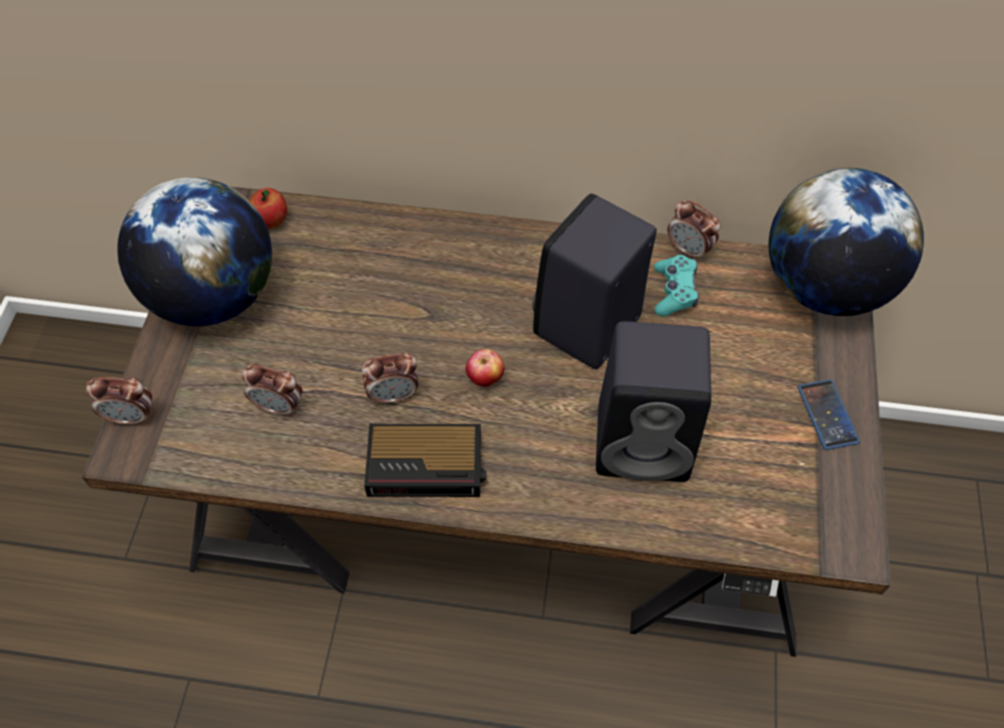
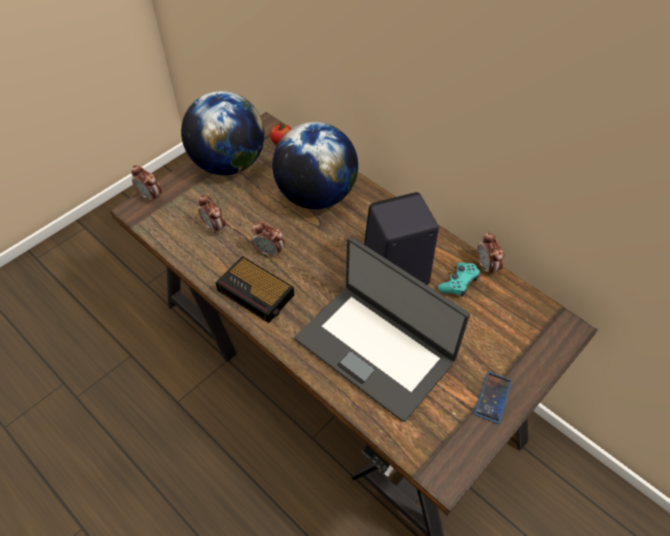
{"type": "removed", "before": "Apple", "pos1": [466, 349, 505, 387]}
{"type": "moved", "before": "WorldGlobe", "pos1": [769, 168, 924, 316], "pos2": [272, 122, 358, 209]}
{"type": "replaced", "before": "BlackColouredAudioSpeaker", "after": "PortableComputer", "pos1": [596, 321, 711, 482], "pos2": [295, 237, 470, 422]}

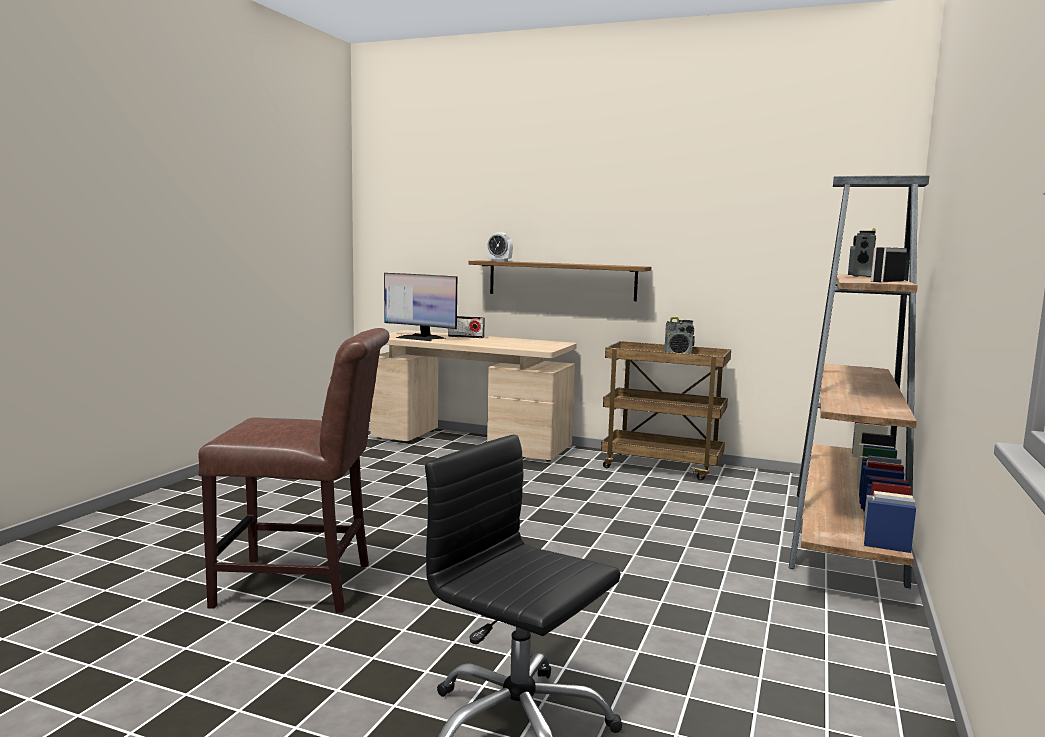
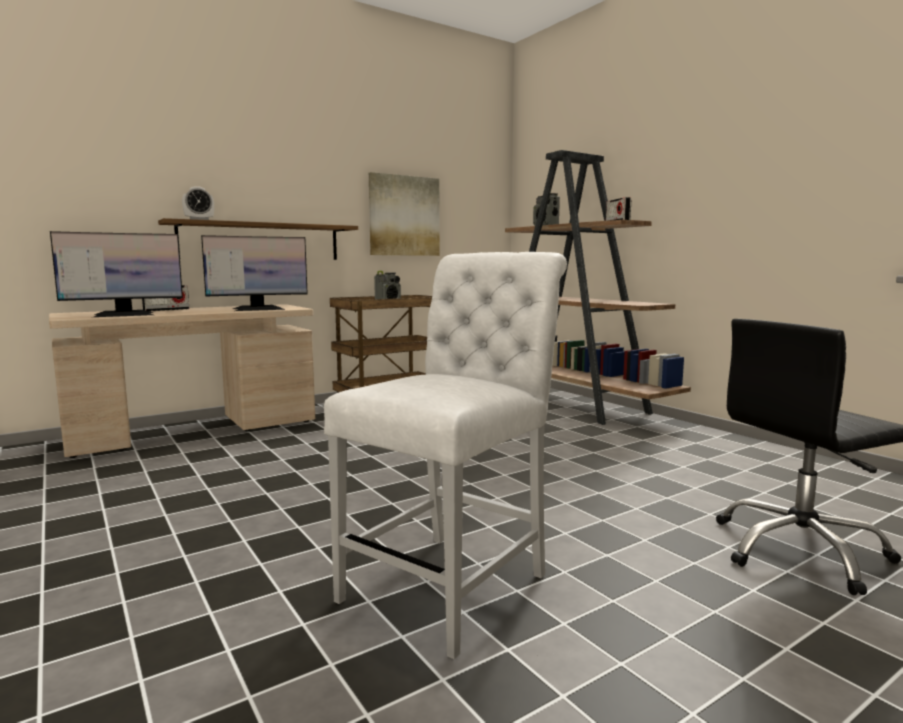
{"type": "added", "after": "ComputerScreen", "pos2": [201, 235, 308, 311]}
{"type": "added", "after": "Picture", "pos2": [369, 172, 440, 256]}
{"type": "recoloured", "before": "BrownishPlainChair", "after": "WhitePlainChair", "pos1": [198, 328, 390, 613], "pos2": [324, 252, 567, 659]}

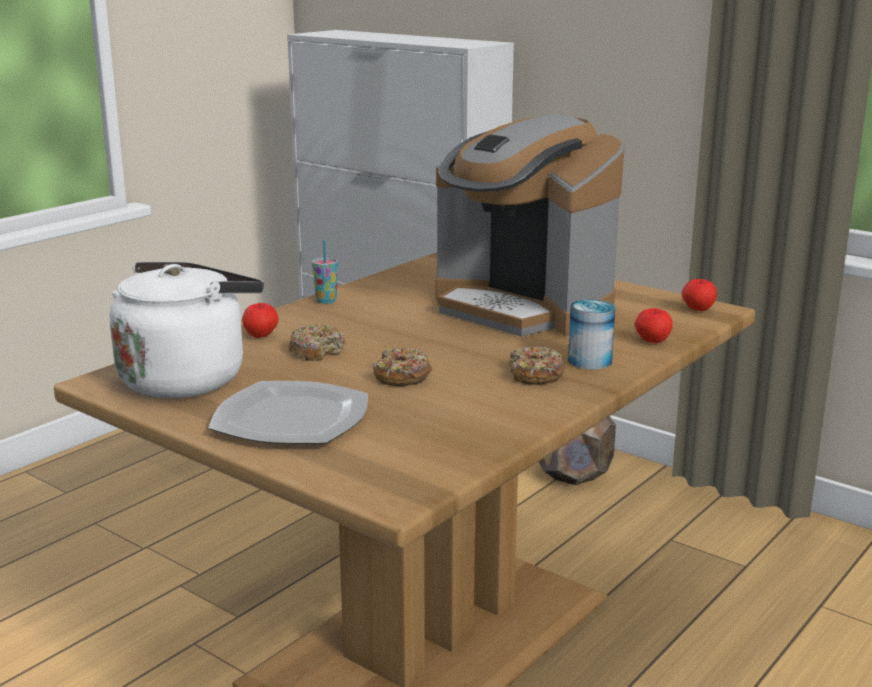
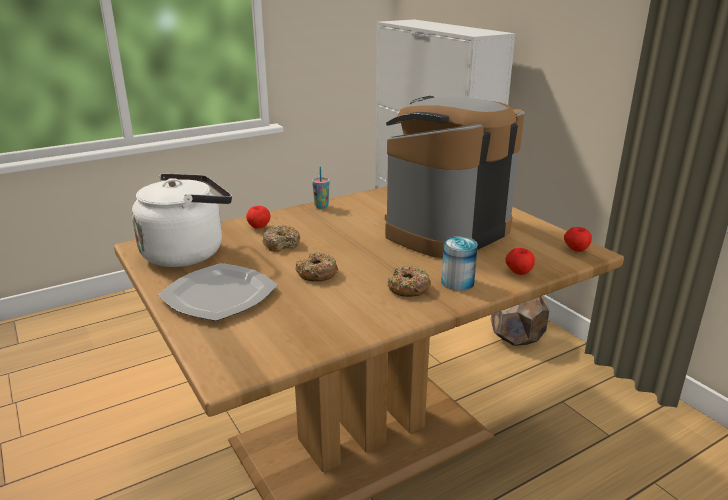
{"type": "turned", "before": "CoffeeBrewer", "pos1": [436, 114, 625, 337], "pos2": [385, 96, 524, 258], "turn": 75}

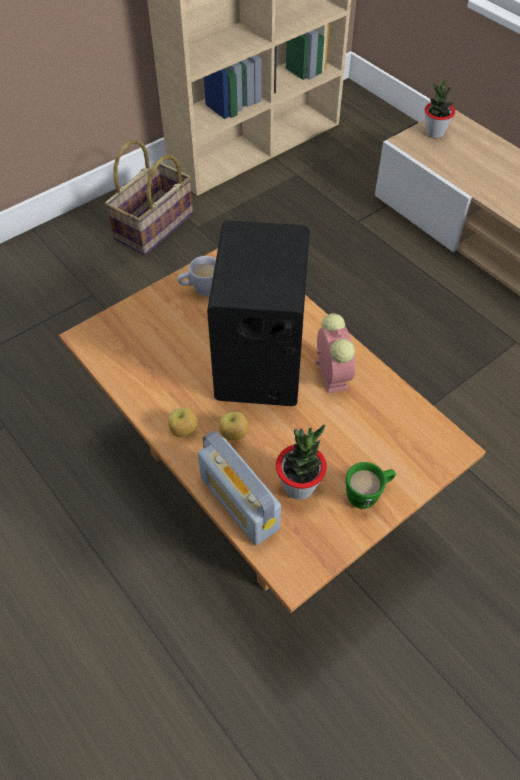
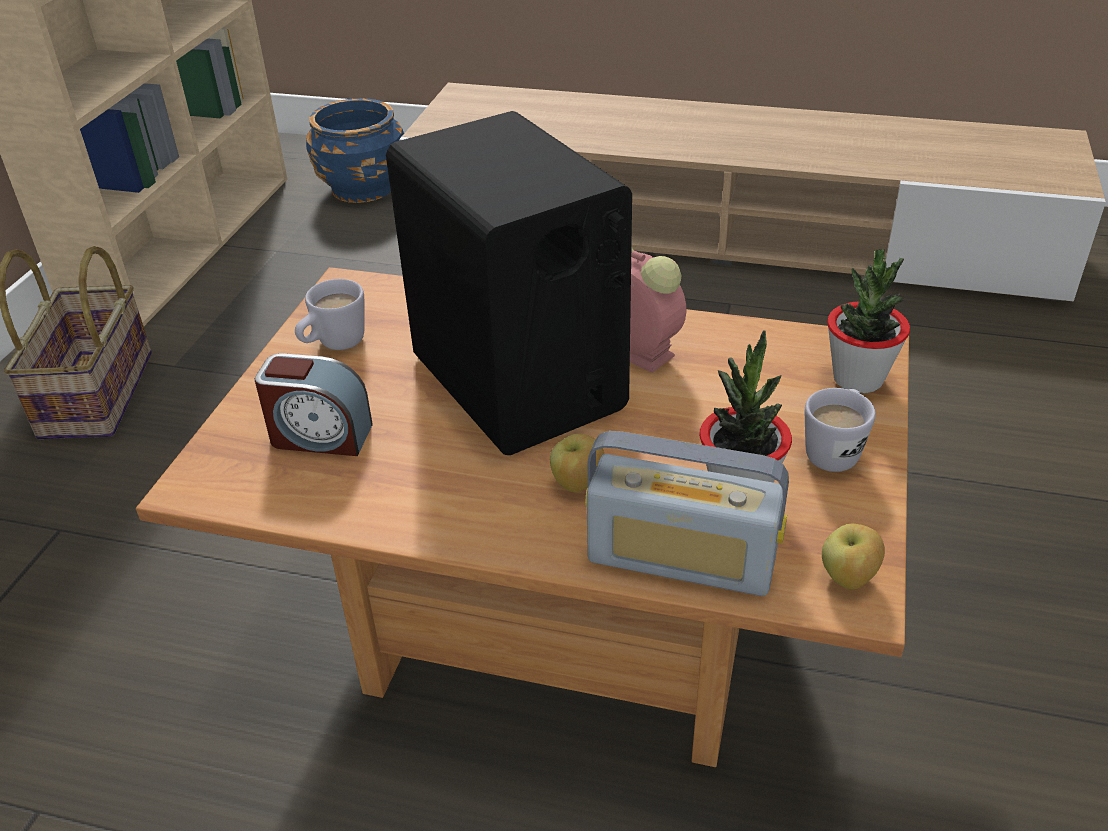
{"type": "added", "after": "BedsideClock", "pos2": [255, 353, 373, 456]}
{"type": "added", "after": "BlueColouredFlowerPot", "pos2": [306, 98, 404, 203]}
{"type": "moved", "before": "Apple", "pos1": [168, 408, 198, 437], "pos2": [822, 524, 885, 589]}
{"type": "moved", "before": "PlantInAPot", "pos1": [425, 80, 455, 138], "pos2": [827, 249, 910, 393]}
{"type": "recoloured", "before": "GreenTeaMug", "after": "WhiteTeaMug", "pos1": [346, 462, 396, 509], "pos2": [805, 388, 876, 472]}

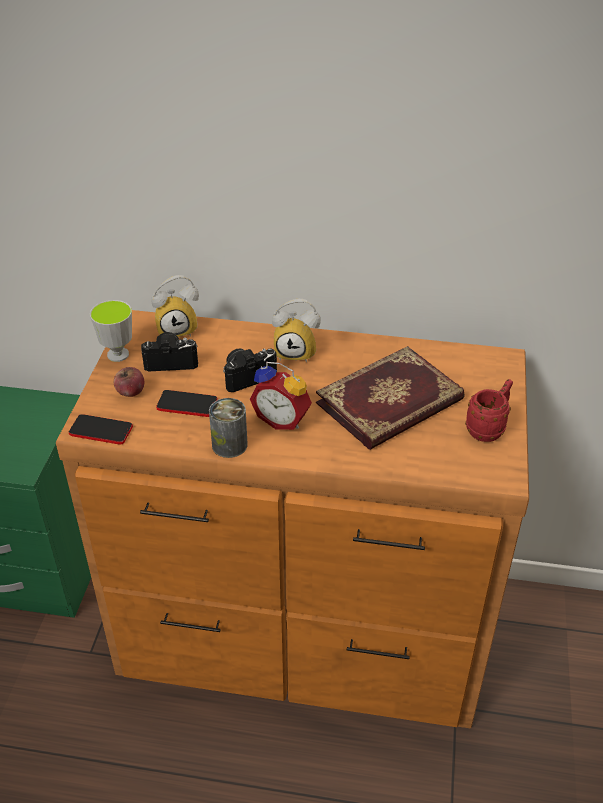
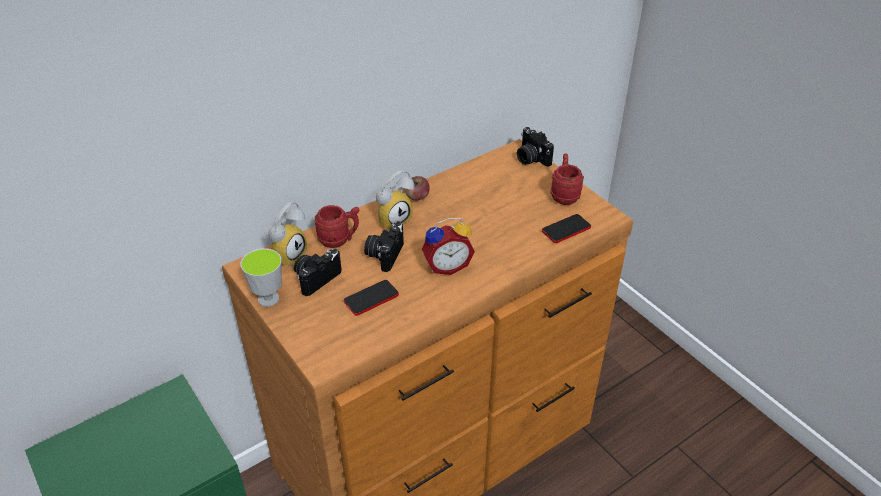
{"type": "removed", "before": "MetalCan", "pos1": [209, 398, 248, 458]}
{"type": "removed", "before": "Book", "pos1": [316, 346, 465, 450]}
{"type": "added", "after": "RedTeaMug", "pos2": [315, 205, 359, 248]}
{"type": "added", "after": "StillCamera", "pos2": [517, 127, 554, 167]}
{"type": "moved", "before": "Phone", "pos1": [69, 414, 133, 444], "pos2": [542, 214, 591, 243]}
{"type": "moved", "before": "Apple", "pos1": [114, 367, 144, 397], "pos2": [405, 176, 430, 201]}

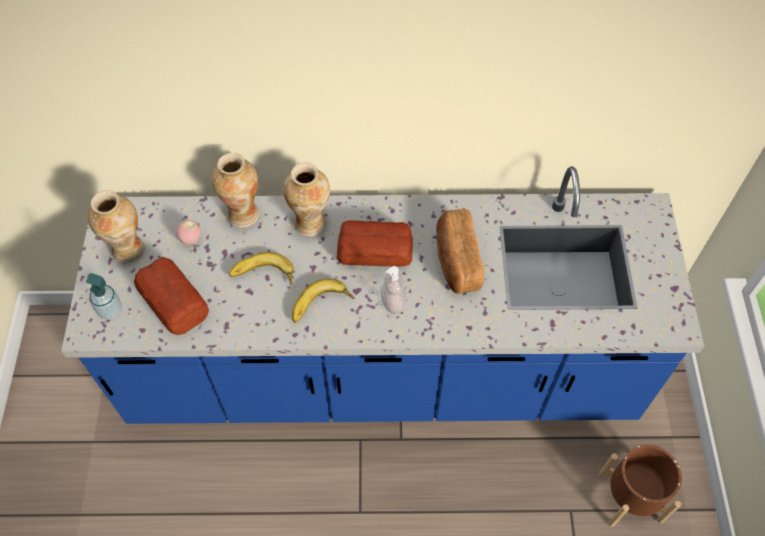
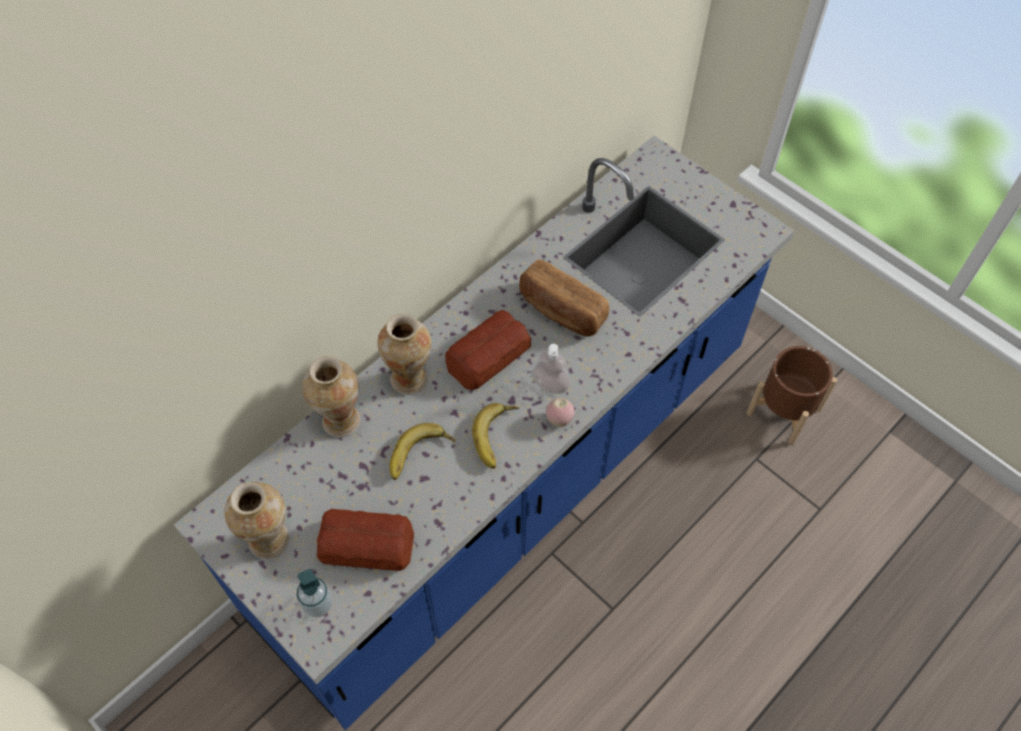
{"type": "moved", "before": "Apple", "pos1": [176, 220, 201, 245], "pos2": [546, 398, 575, 427]}

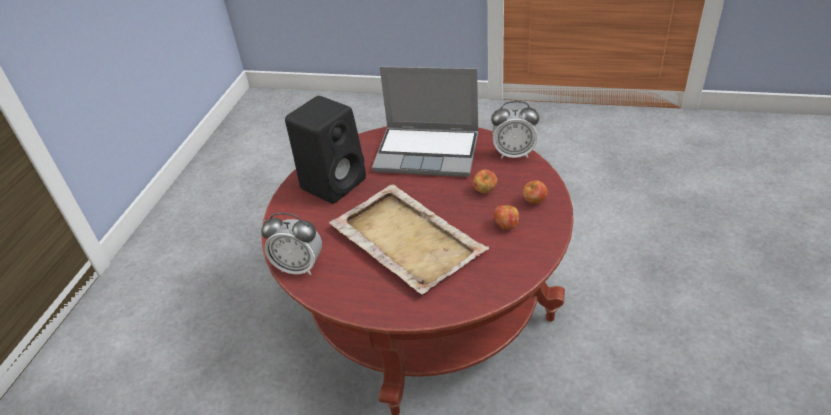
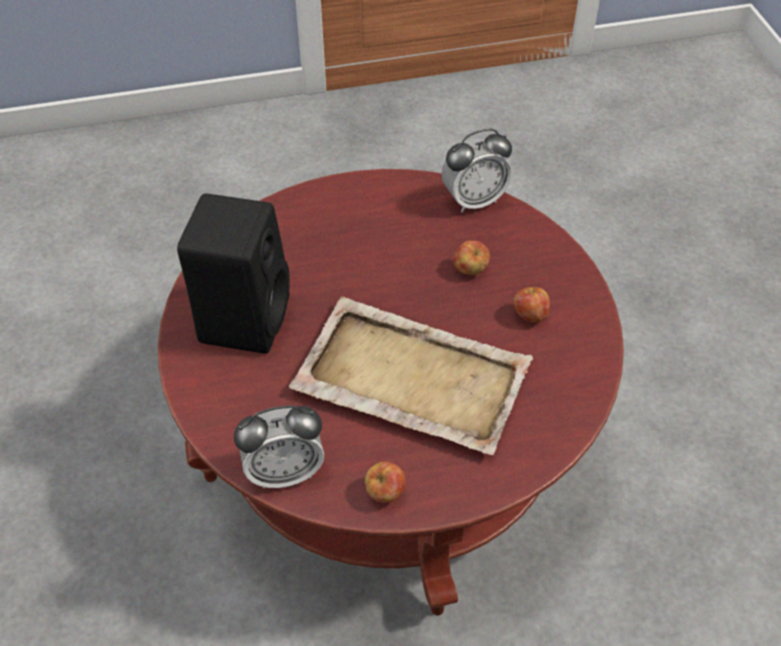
{"type": "removed", "before": "PortableComputer", "pos1": [372, 66, 479, 177]}
{"type": "moved", "before": "Apple", "pos1": [523, 180, 548, 204], "pos2": [365, 461, 405, 503]}

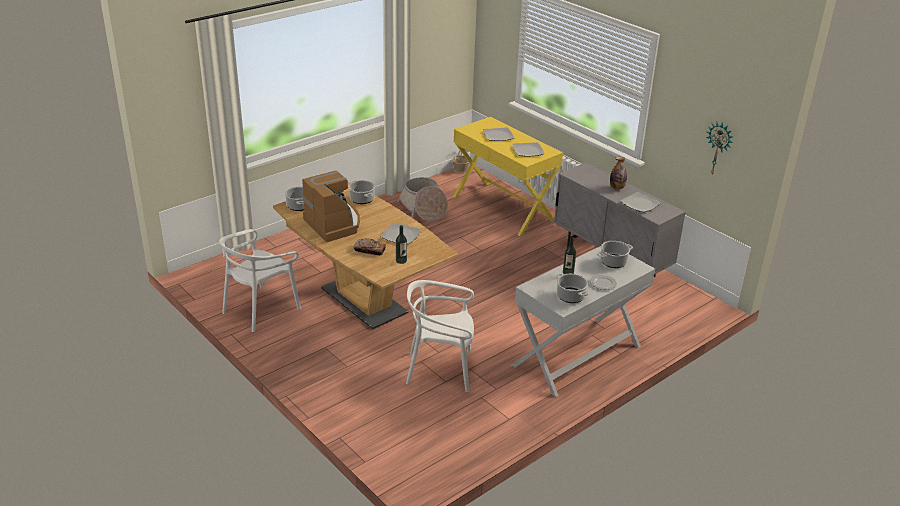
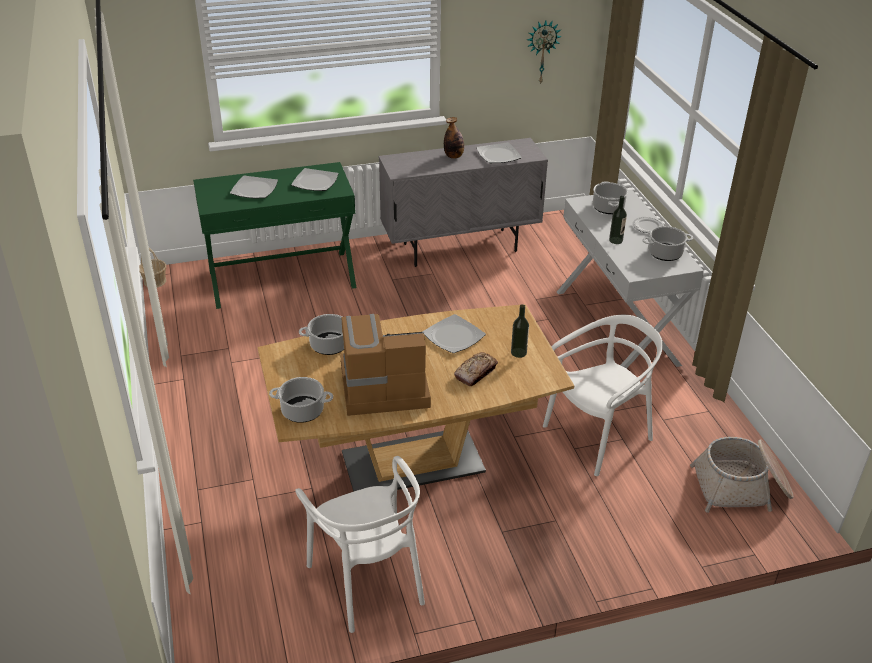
{"type": "moved", "before": "HouseholdBasket", "pos1": [397, 177, 448, 222], "pos2": [690, 437, 793, 513]}
{"type": "recoloured", "before": "YellowishNarrowTable", "after": "GreenNarrowTable", "pos1": [453, 117, 563, 236], "pos2": [193, 162, 356, 309]}
{"type": "turned", "before": "WhitePlainChair", "pos1": [406, 280, 474, 392], "pos2": [543, 315, 663, 476], "turn": -150}

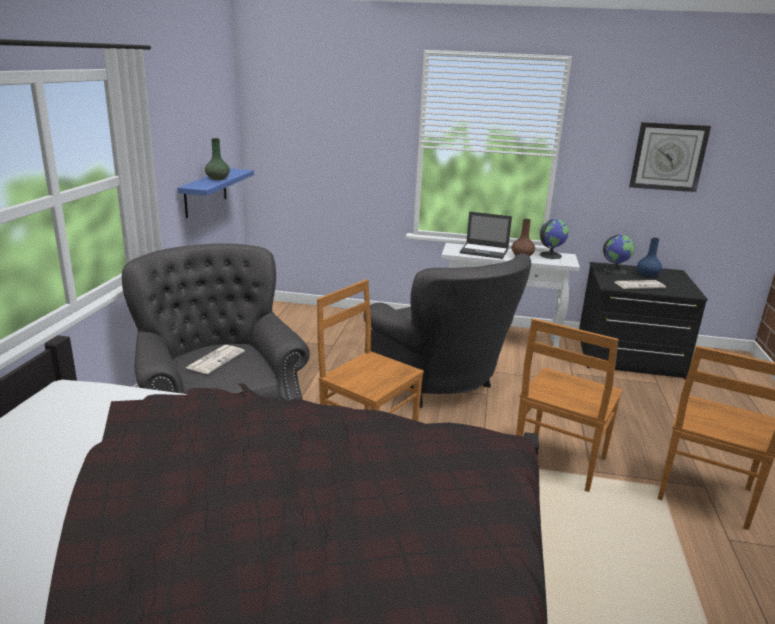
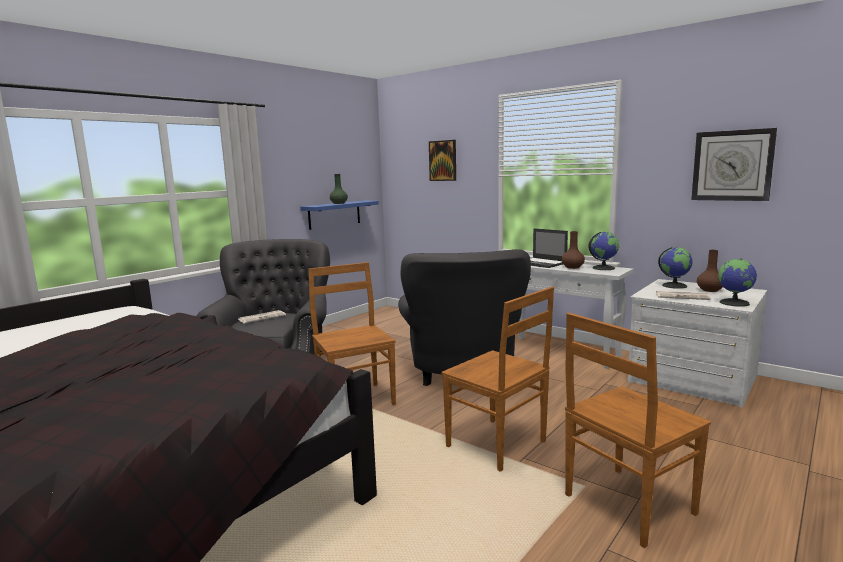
{"type": "added", "after": "Picture", "pos2": [429, 140, 456, 181]}
{"type": "added", "after": "WorldGlobe", "pos2": [718, 258, 757, 307]}
{"type": "recoloured", "before": "BlackColouredDrawerChest", "after": "WhiteDrawerChest", "pos1": [579, 262, 708, 379], "pos2": [628, 279, 767, 408]}
{"type": "recoloured", "before": "BlueColouredDecorativeVase", "after": "BrownishDecorativeVase", "pos1": [637, 238, 662, 277], "pos2": [697, 250, 723, 292]}
{"type": "turned", "before": "BrownishPlainChair", "pos1": [516, 318, 623, 492], "pos2": [441, 287, 554, 472], "turn": -105}

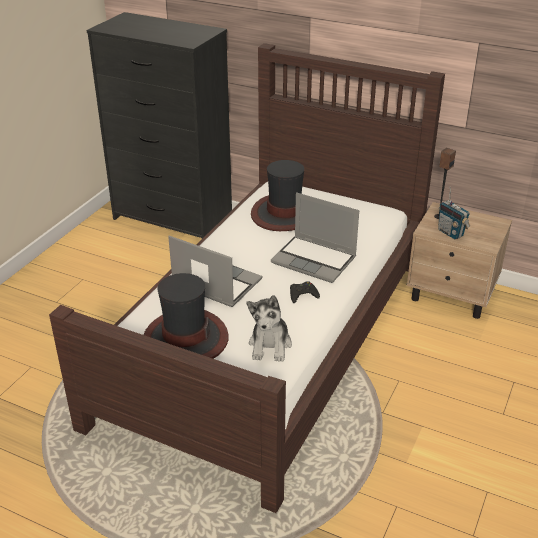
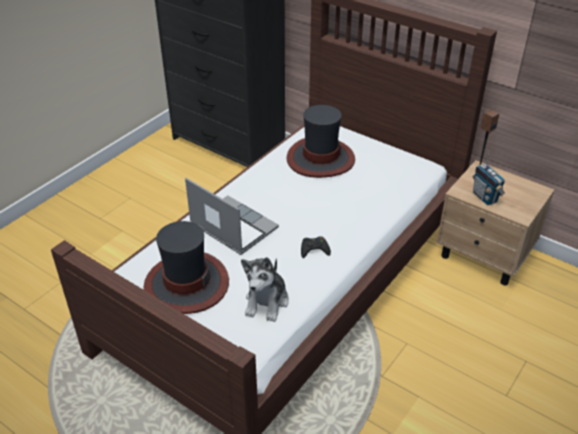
{"type": "removed", "before": "PortableComputer", "pos1": [271, 192, 359, 283]}

